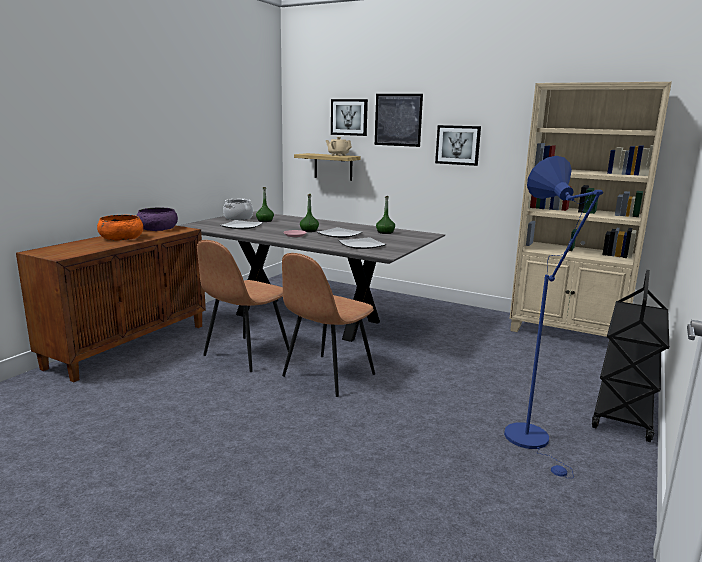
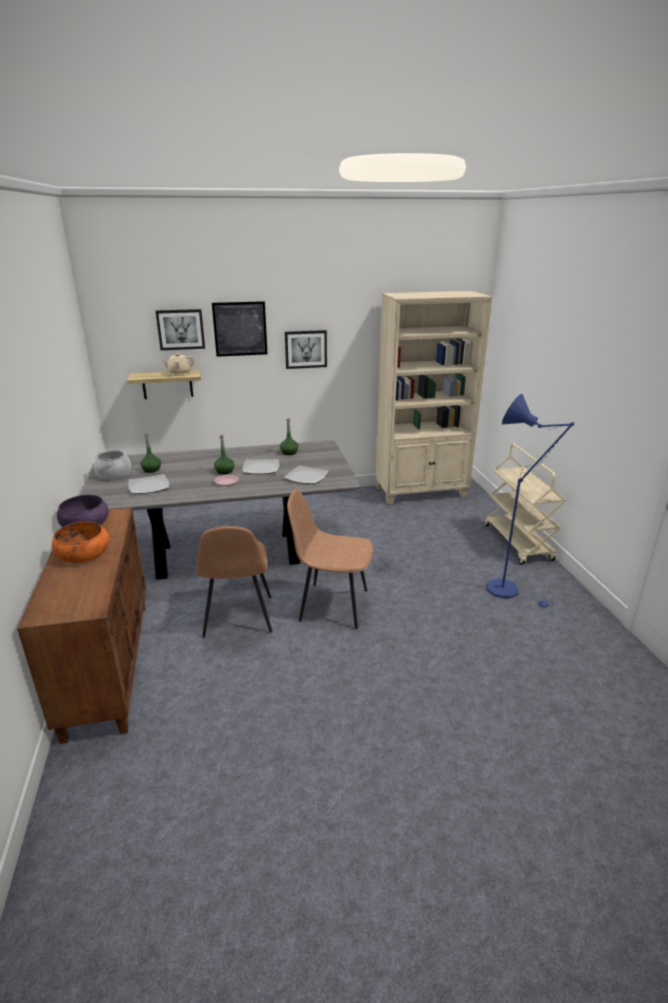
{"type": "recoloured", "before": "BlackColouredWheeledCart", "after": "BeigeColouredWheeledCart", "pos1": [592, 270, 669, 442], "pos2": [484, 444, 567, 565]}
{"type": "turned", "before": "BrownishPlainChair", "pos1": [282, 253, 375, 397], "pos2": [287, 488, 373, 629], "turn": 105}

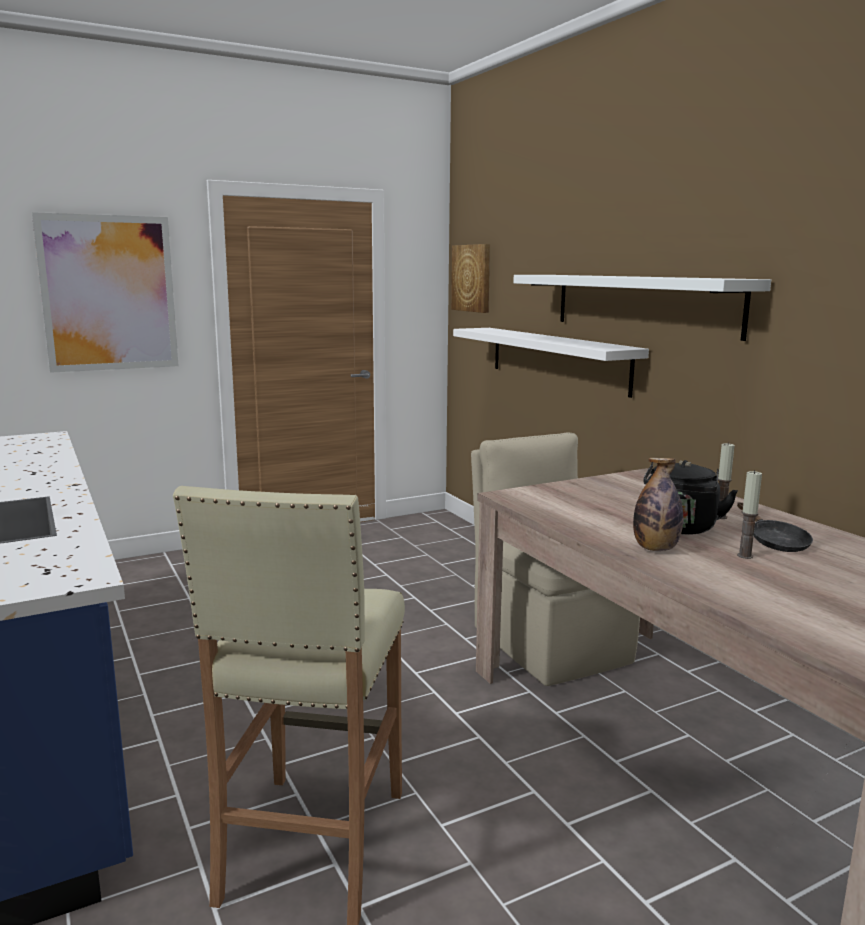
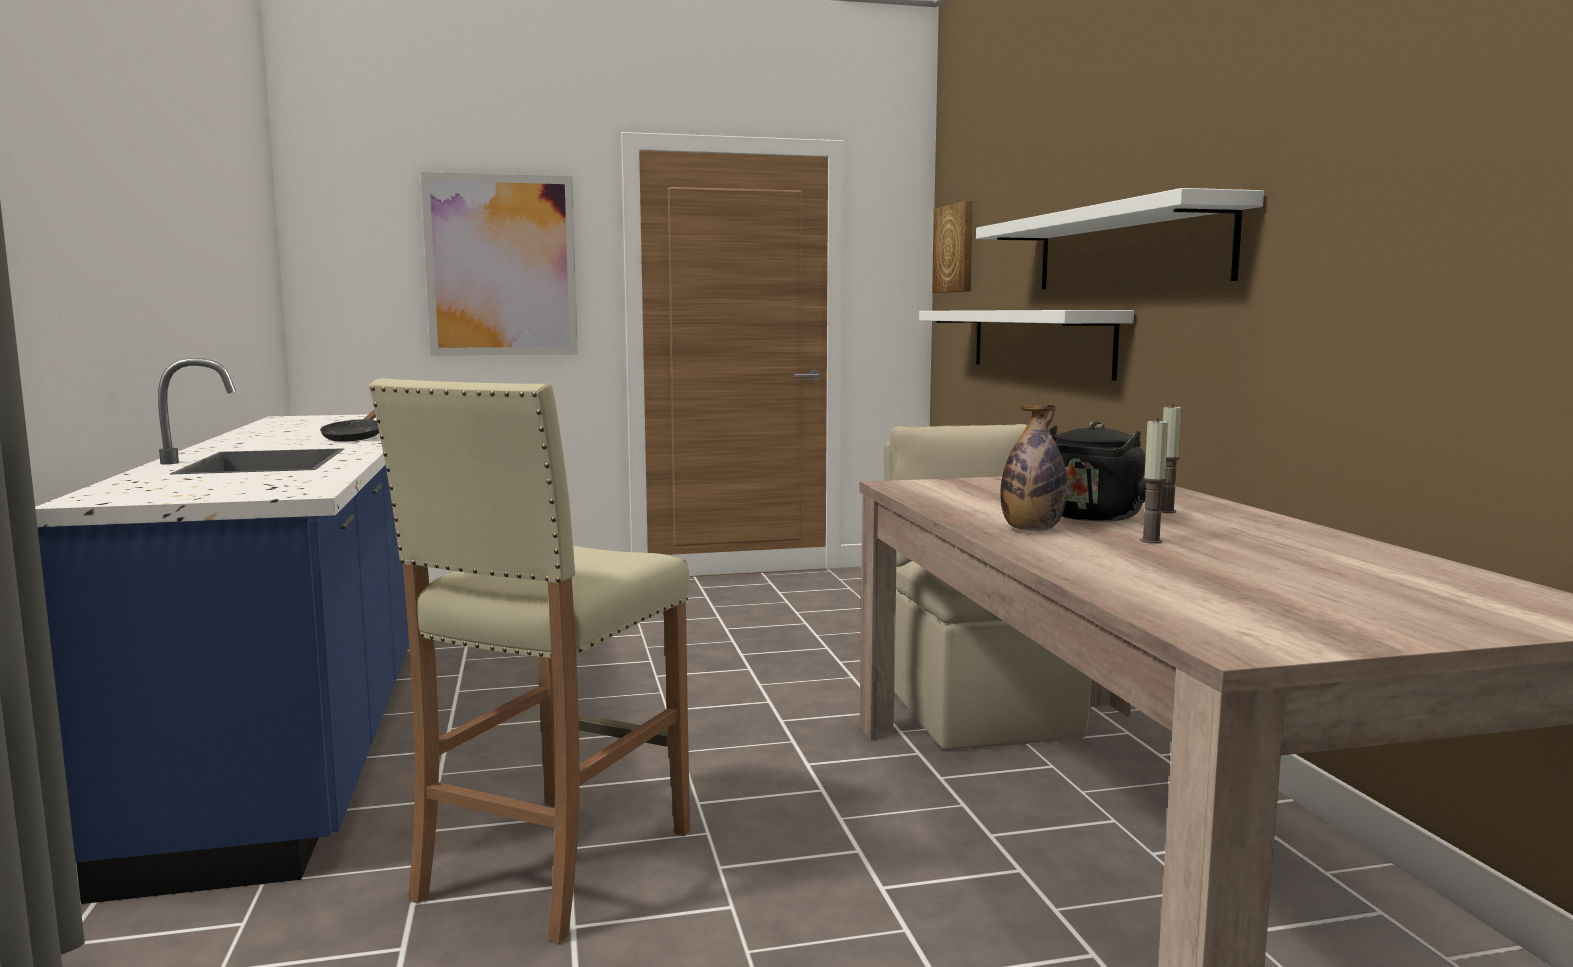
{"type": "moved", "before": "BlackColouredSkillet", "pos1": [737, 502, 813, 552], "pos2": [320, 410, 379, 442]}

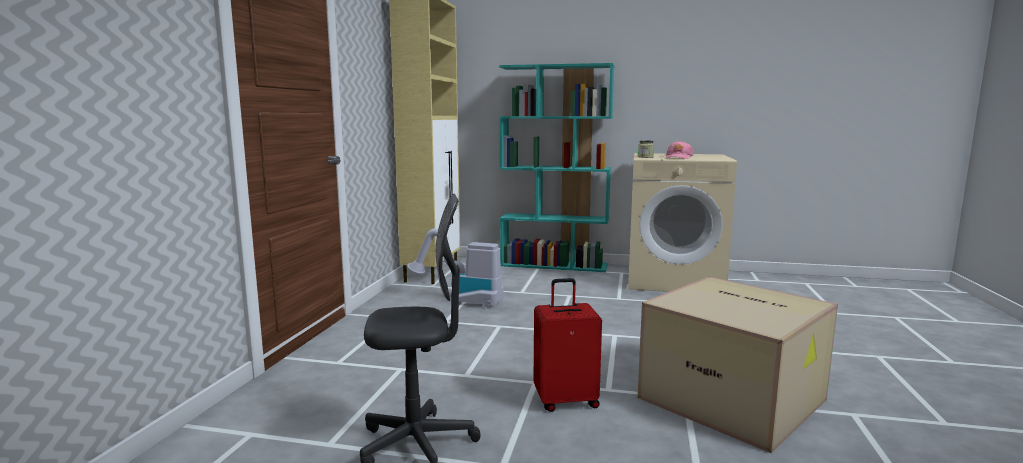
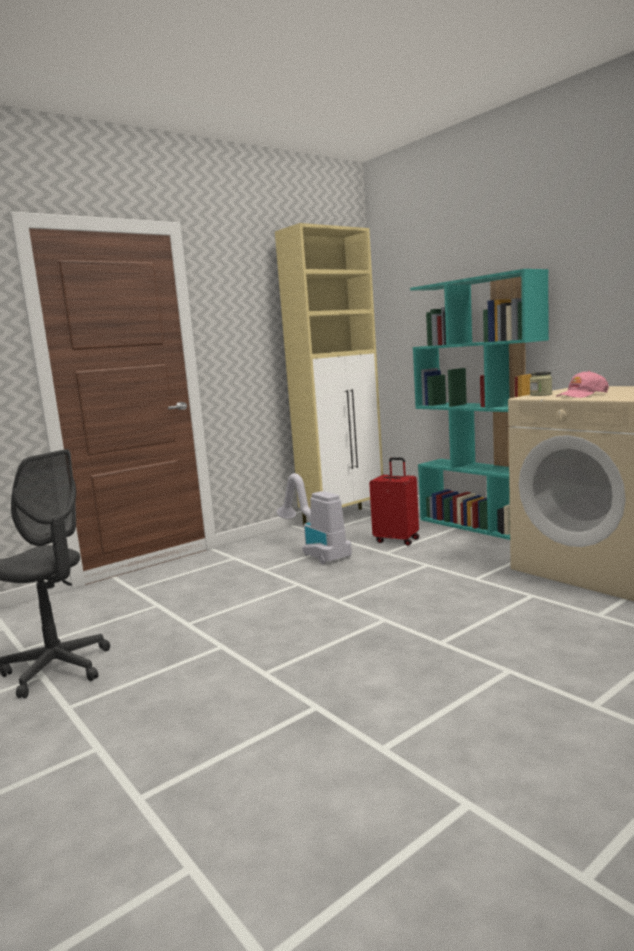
{"type": "removed", "before": "PackingBox", "pos1": [638, 277, 838, 453]}
{"type": "moved", "before": "RedTravelCase", "pos1": [534, 278, 602, 412], "pos2": [369, 457, 419, 546]}

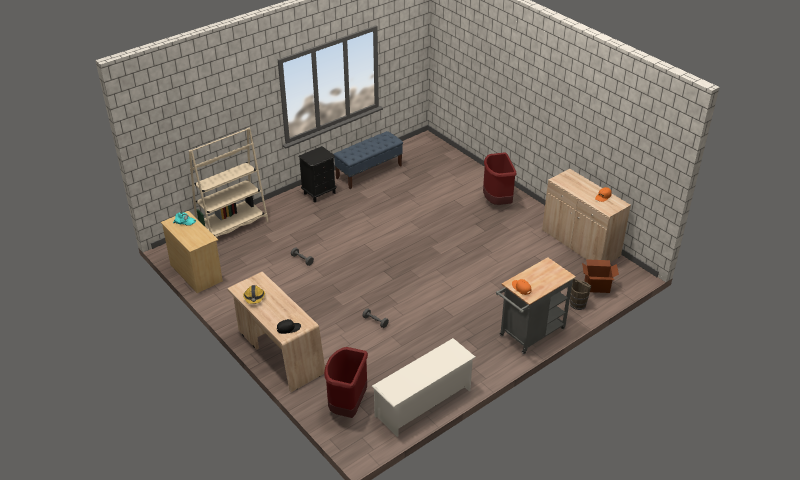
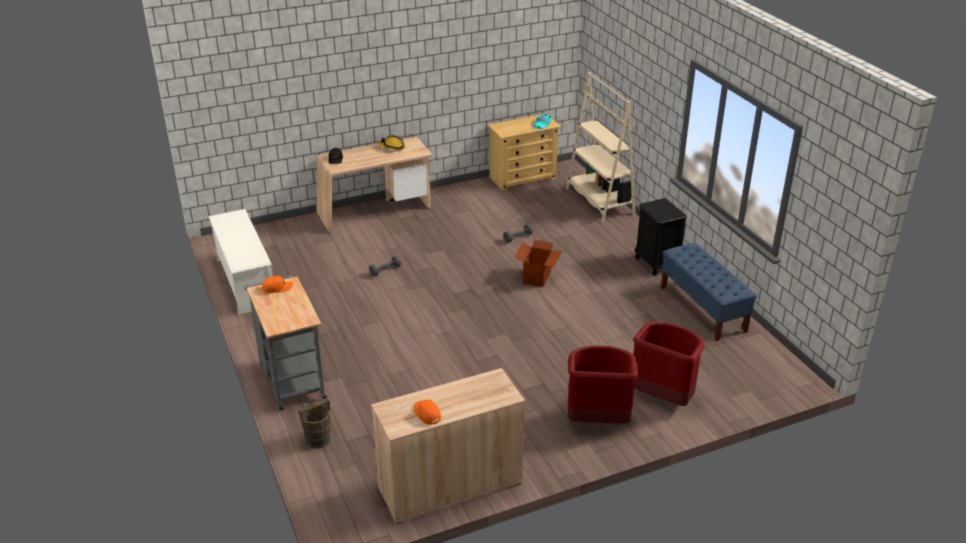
{"type": "moved", "before": "RedWasteBin", "pos1": [324, 347, 368, 418], "pos2": [633, 322, 705, 406]}
{"type": "moved", "before": "PackingBox", "pos1": [582, 259, 619, 293], "pos2": [514, 240, 562, 287]}

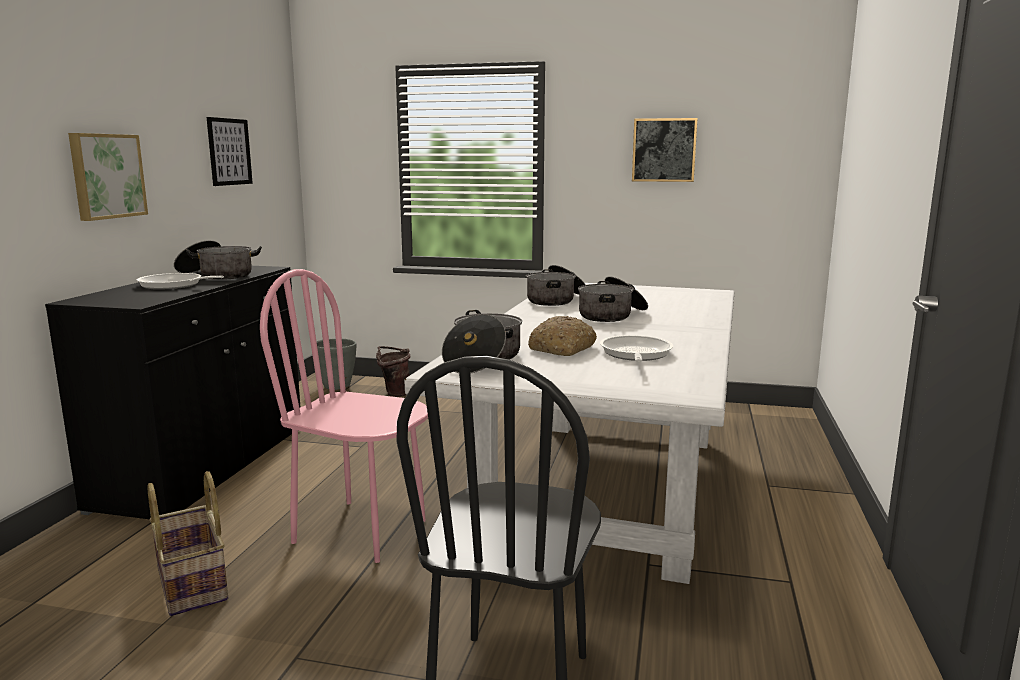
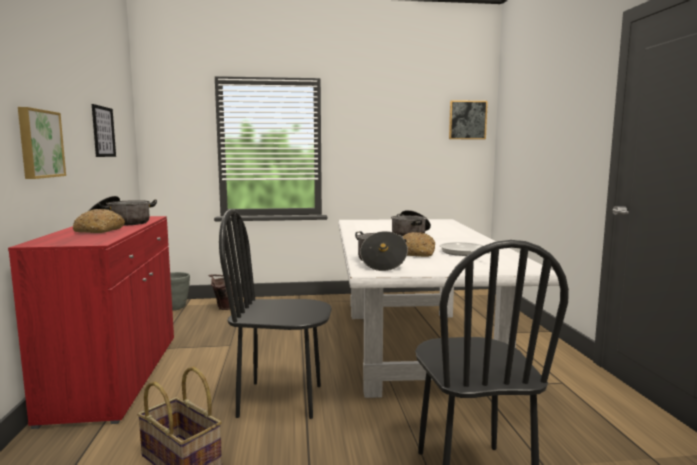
{"type": "removed", "before": "Stockpot", "pos1": [526, 265, 586, 306]}
{"type": "moved", "before": "Picture", "pos1": [632, 118, 698, 182], "pos2": [449, 100, 488, 139]}
{"type": "replaced", "before": "Skillet", "after": "BakedBread", "pos1": [137, 273, 224, 290], "pos2": [73, 209, 125, 233]}
{"type": "recoloured", "before": "BlackColouredCupboard", "after": "RedCupboard", "pos1": [45, 266, 300, 519], "pos2": [8, 216, 174, 429]}
{"type": "recoloured", "before": "PinkPlainChair", "after": "BlackColouredPlainChair", "pos1": [260, 269, 428, 563], "pos2": [219, 209, 332, 419]}

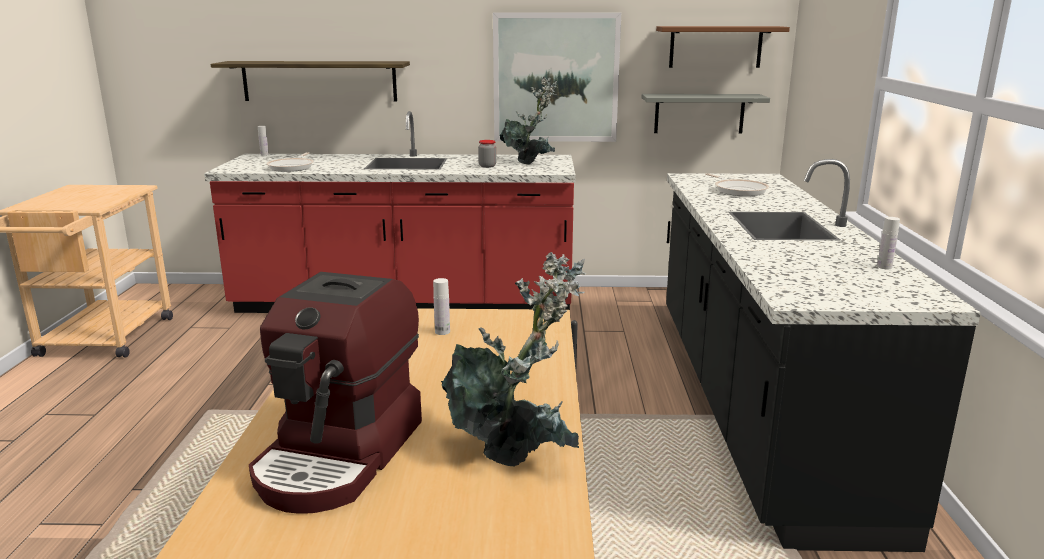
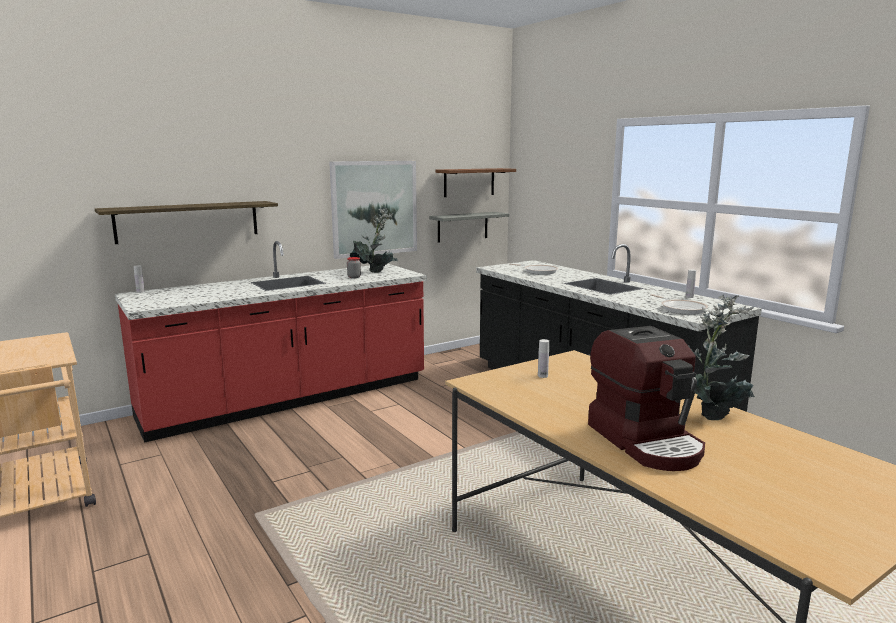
{"type": "moved", "before": "Skillet", "pos1": [266, 152, 314, 172], "pos2": [651, 294, 708, 315]}

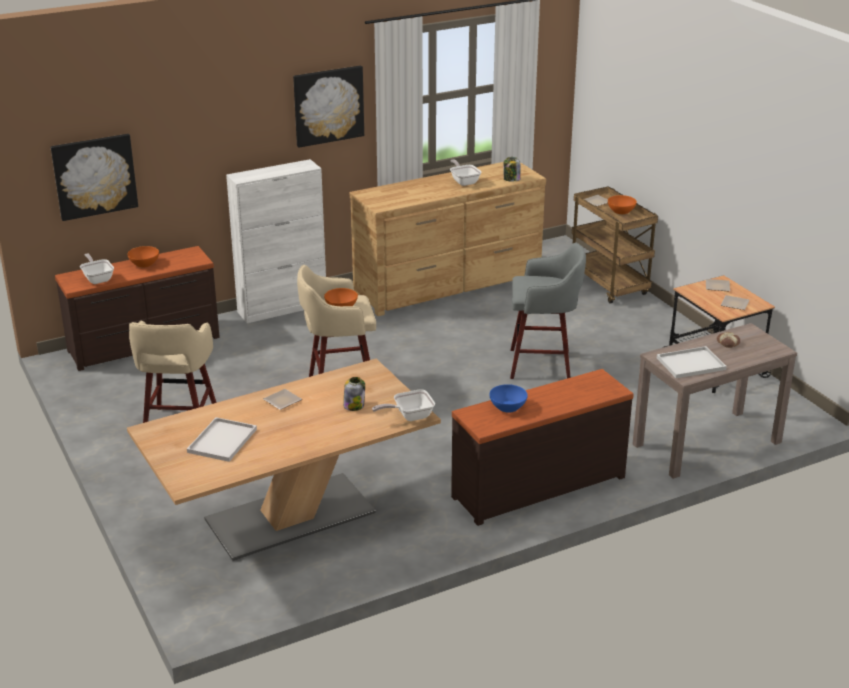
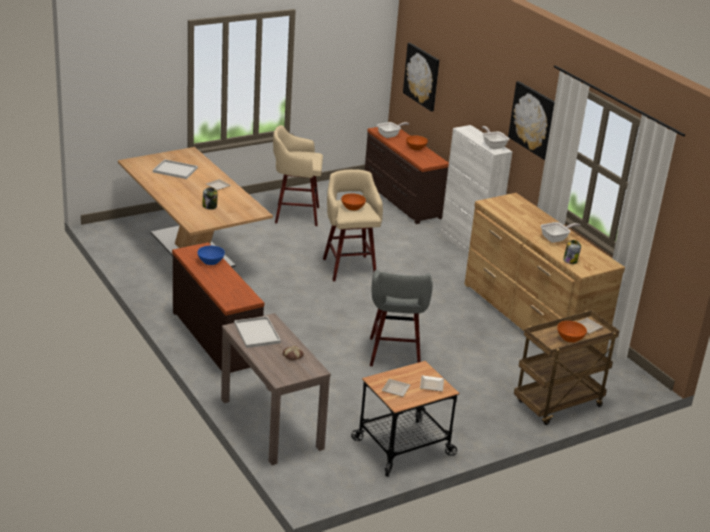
{"type": "moved", "before": "Skillet", "pos1": [372, 389, 435, 421], "pos2": [482, 126, 509, 149]}

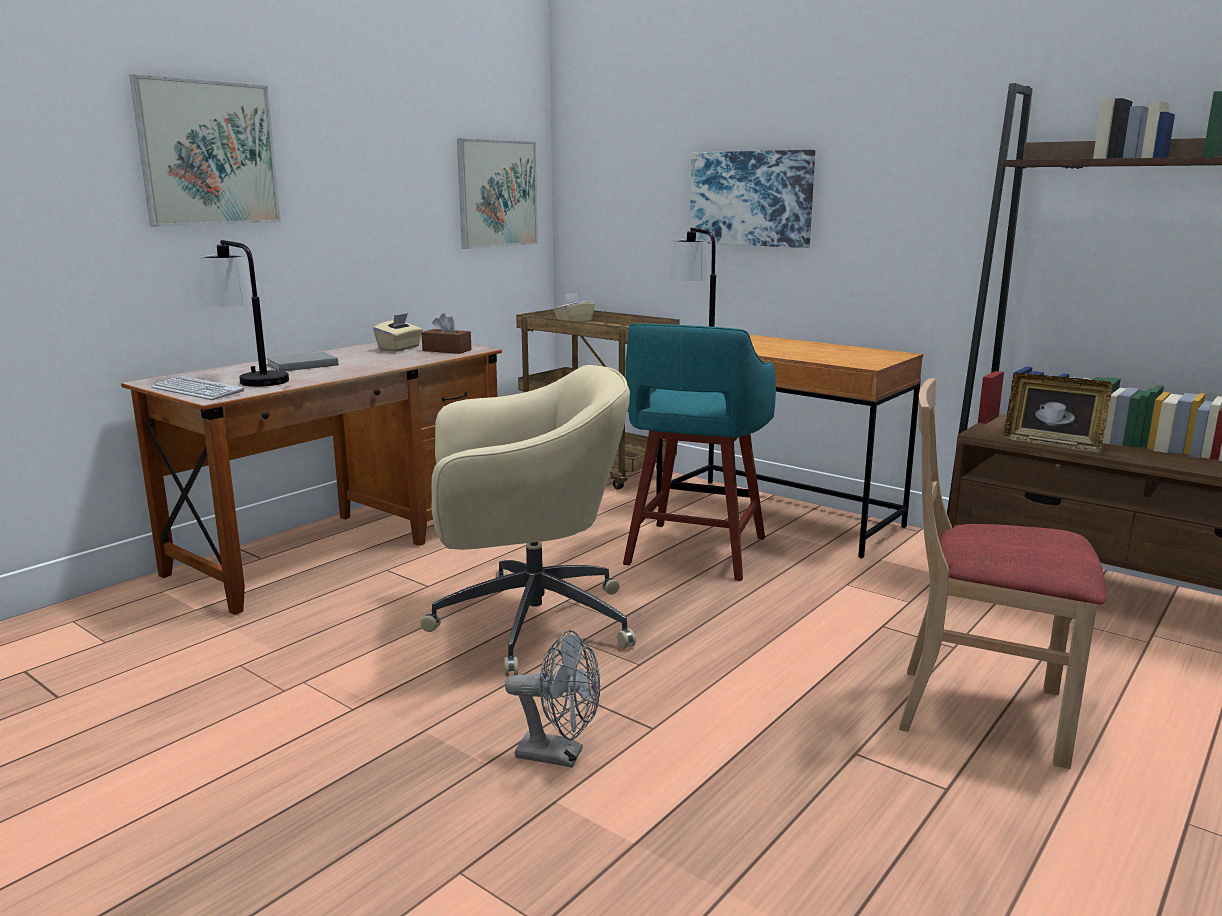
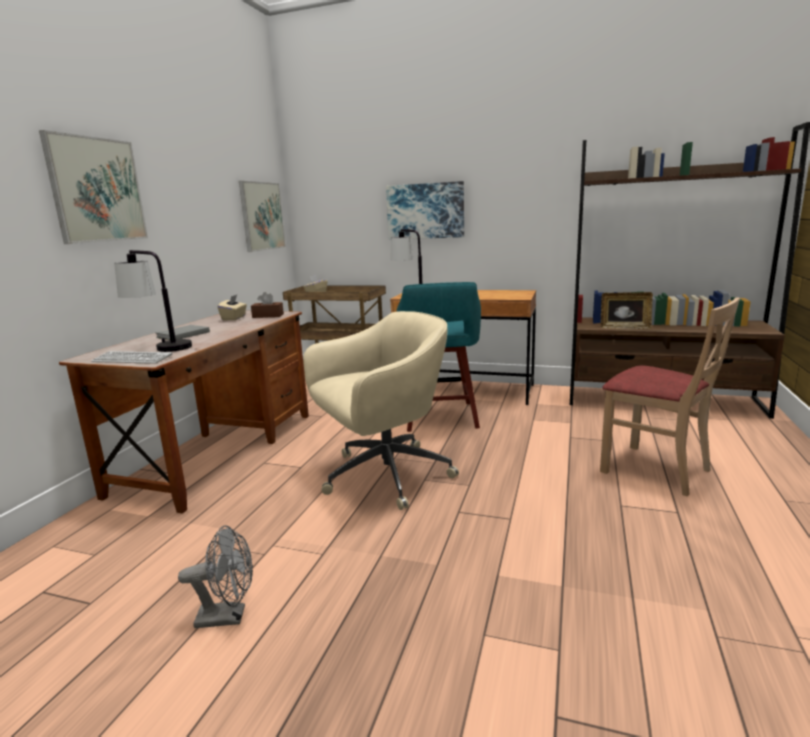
{"type": "moved", "before": "GreyishElectricFan", "pos1": [505, 630, 600, 768], "pos2": [178, 525, 253, 628]}
{"type": "turned", "before": "BeigeColouredPlainChair", "pos1": [899, 378, 1106, 769], "pos2": [600, 297, 740, 496], "turn": -135}

